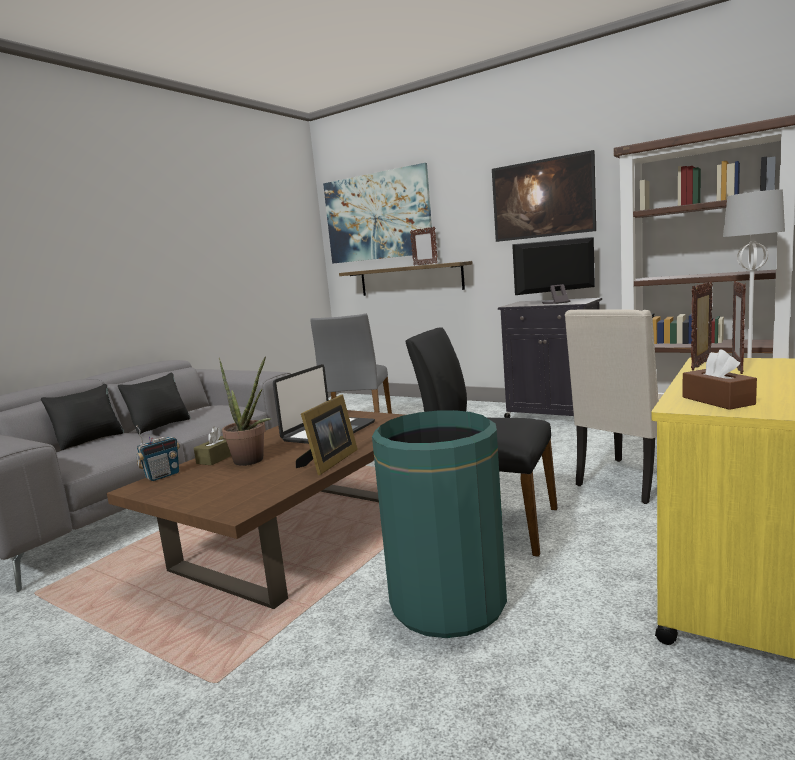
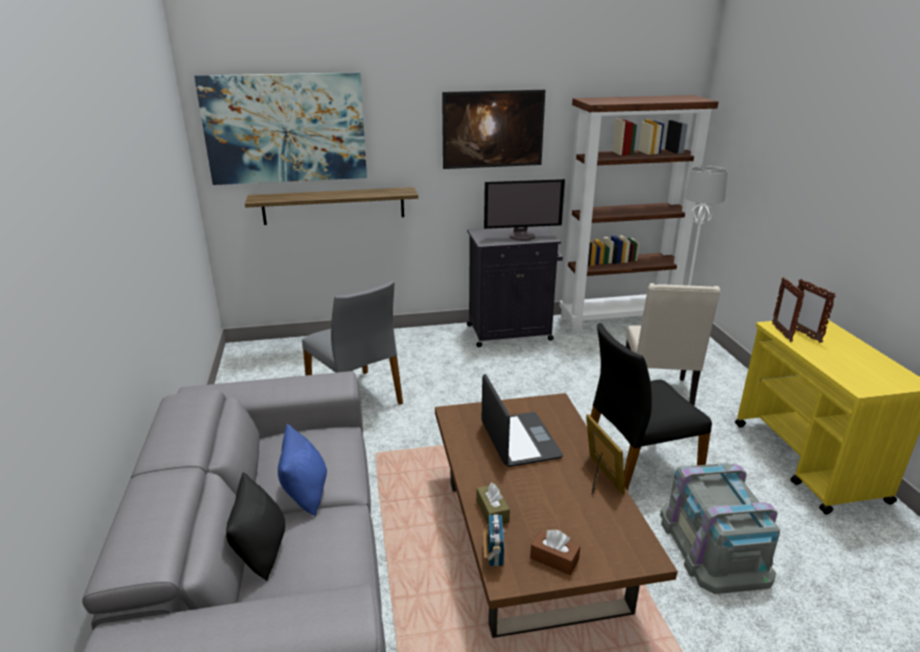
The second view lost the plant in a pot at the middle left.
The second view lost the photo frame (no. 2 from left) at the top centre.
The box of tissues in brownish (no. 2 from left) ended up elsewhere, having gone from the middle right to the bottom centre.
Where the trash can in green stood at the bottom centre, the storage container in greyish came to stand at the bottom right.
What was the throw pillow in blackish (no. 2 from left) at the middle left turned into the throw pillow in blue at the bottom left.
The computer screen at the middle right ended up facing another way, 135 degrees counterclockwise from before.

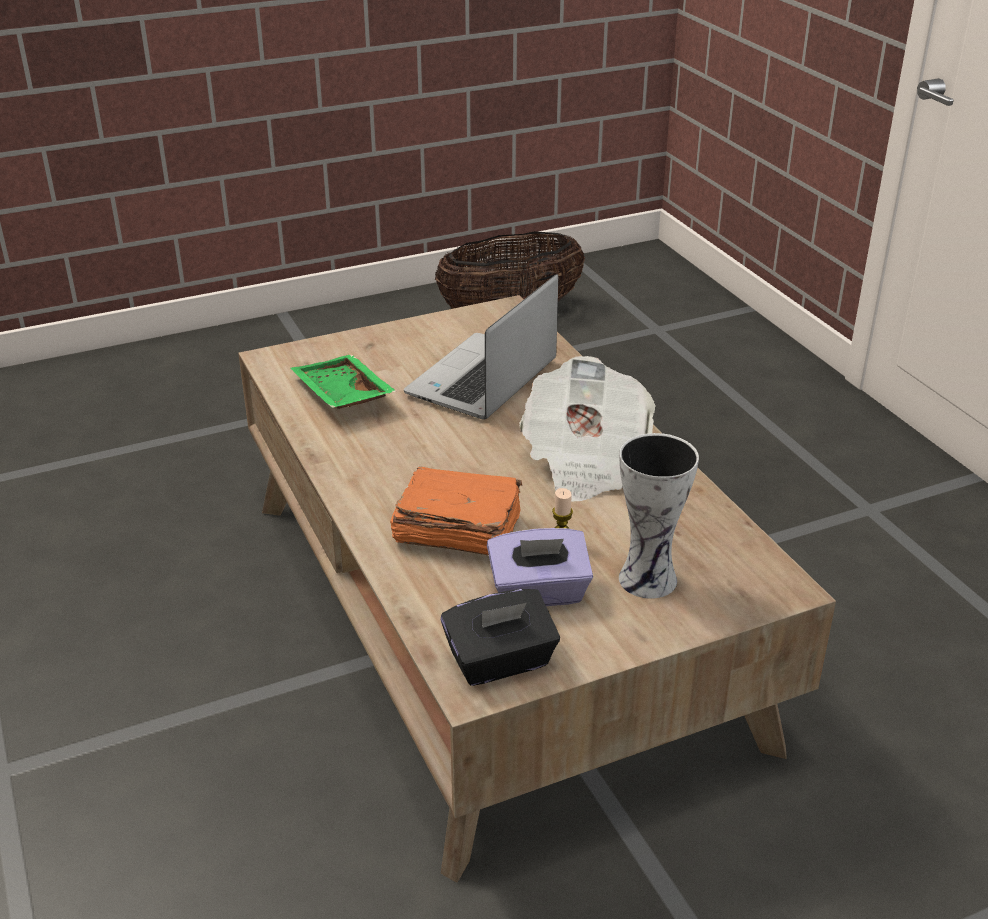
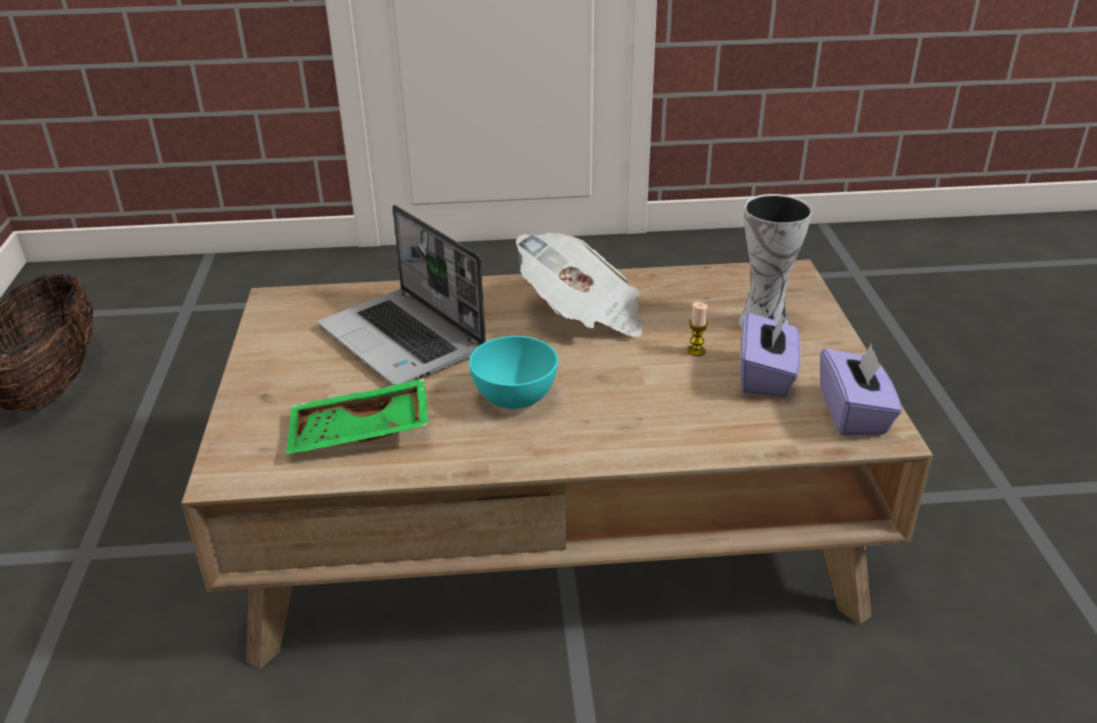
The second view lost the book in orange-coloured at the centre.
The second view gained the serving bowl in blue-green at the centre.
What was the box of tissues in blackish at the bottom centre turned into the box of tissues in purple (no. 2 from left) at the middle right.

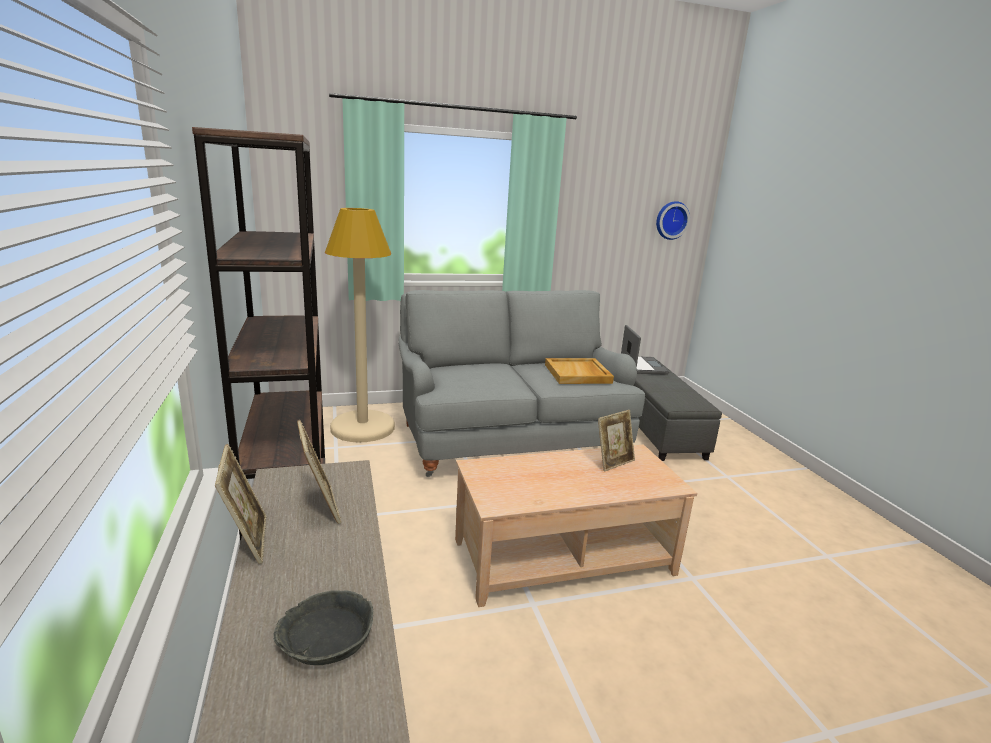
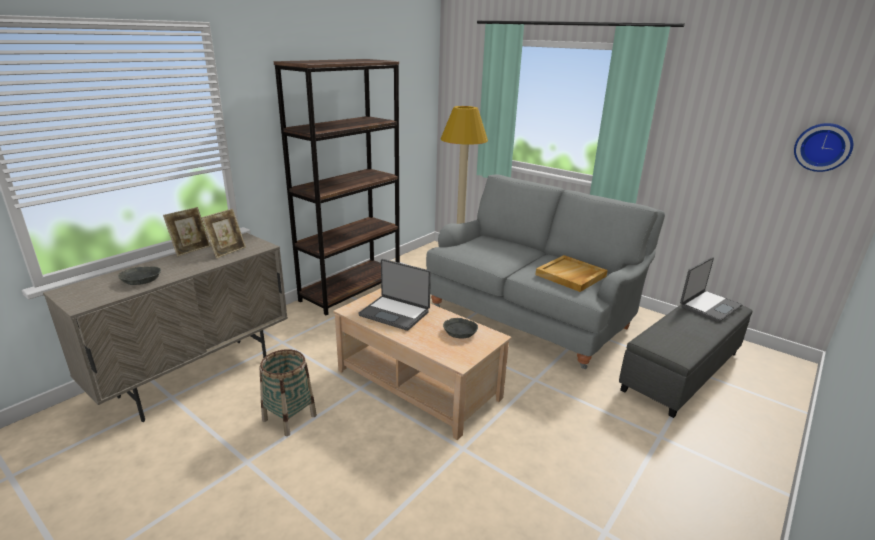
The second view gained the basket at the bottom left.
The second view gained the notebook computer (no. 1 from left) at the centre.
Where the photo frame (no. 3 from left) stood at the centre, the serving bowl in greyish (no. 2 from left) came to stand at the centre.

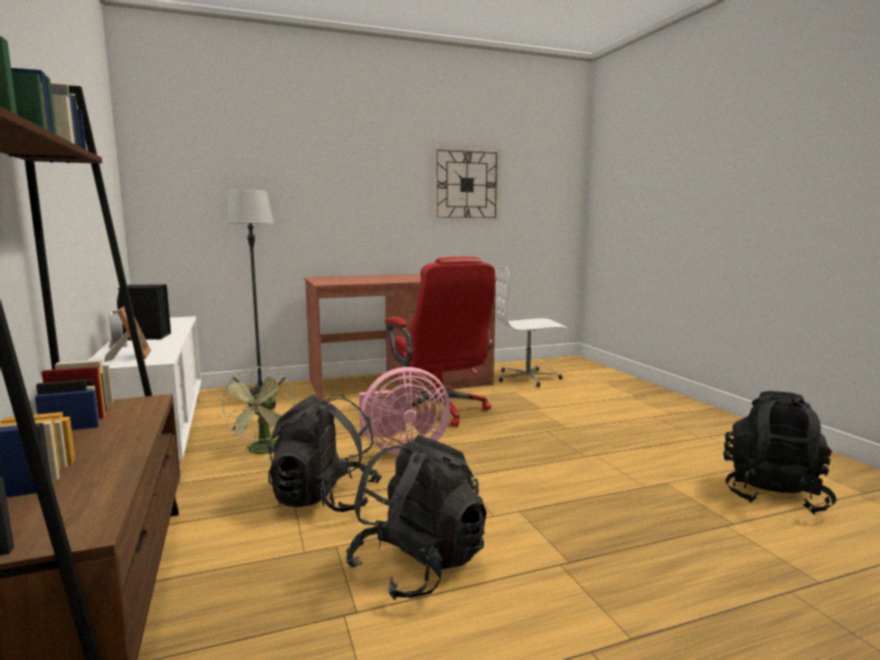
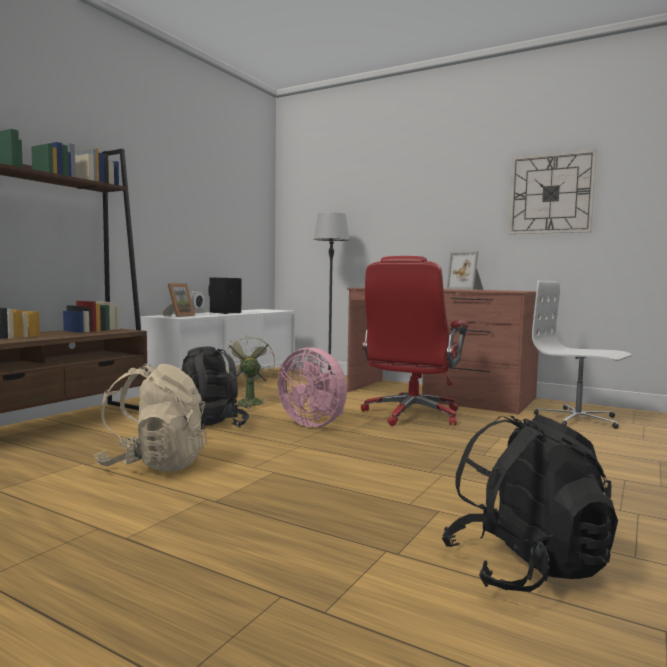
The second view gained the photo frame (no. 2 from left) at the middle right.
What was the knapsack in blackish (no. 2 from left) at the bottom centre turned into the knapsack in beige at the middle left.
The fan in green at the middle left ended up facing another way, 105 degrees clockwise from before.

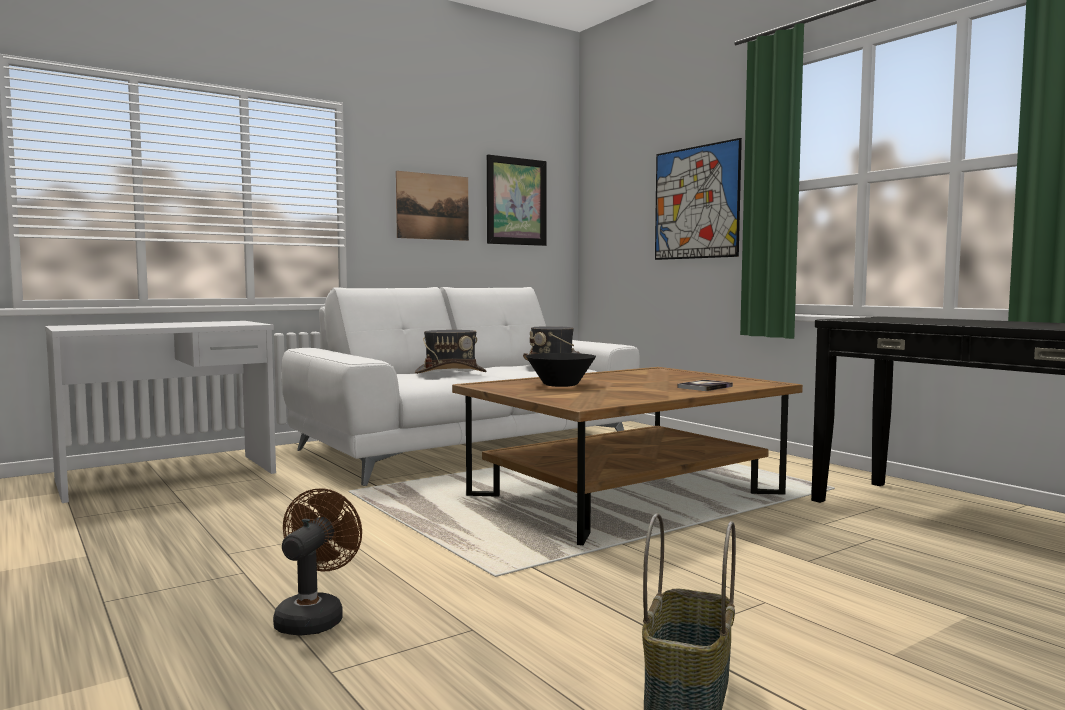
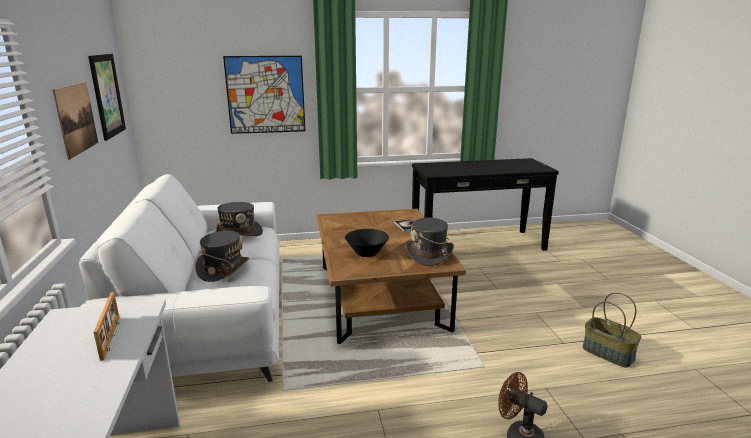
The second view gained the photo frame at the bottom left.
The second view gained the hat in greyish (no. 3 from left) at the centre.

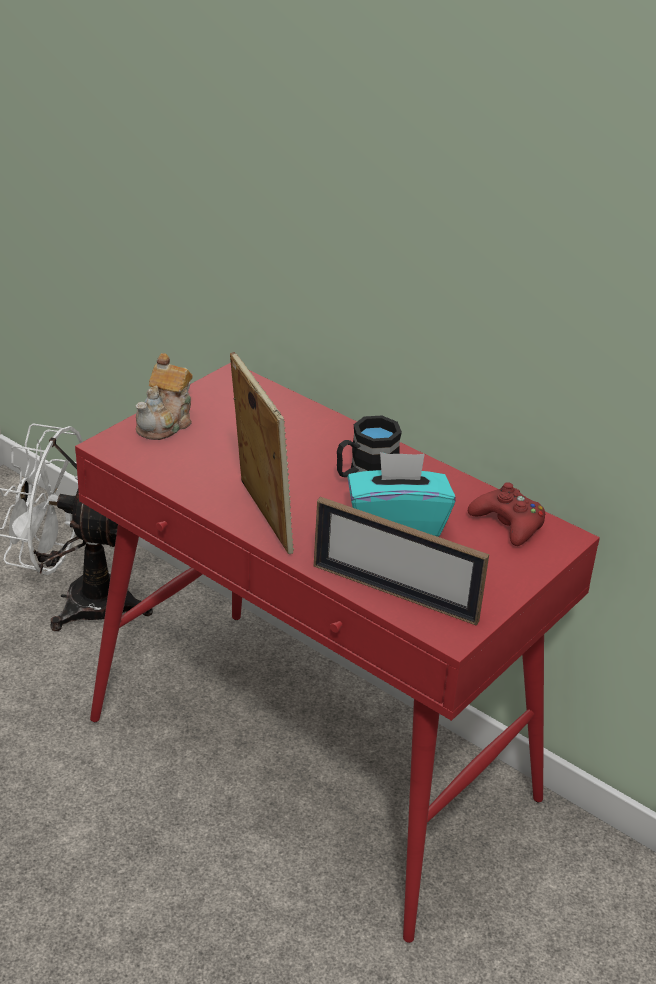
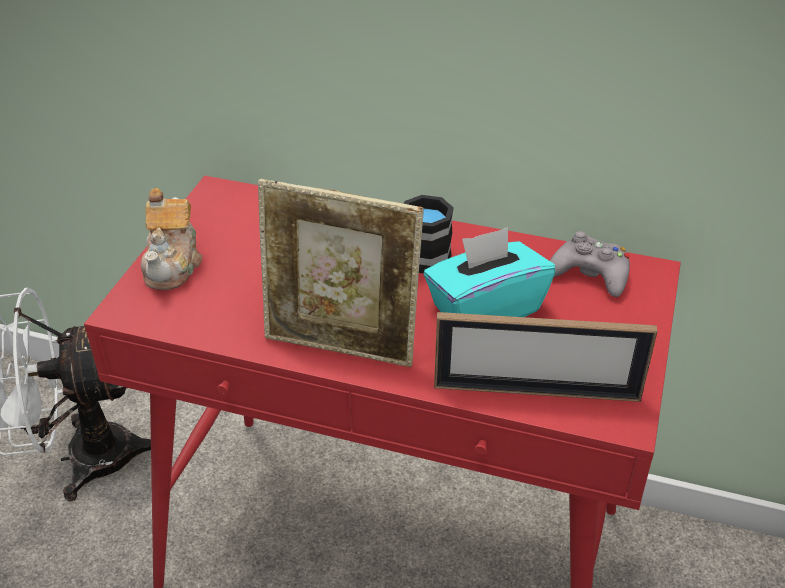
What was the joypad in reddish at the middle right turned into the joypad in greyish at the middle right.
The photo frame (no. 1 from left) at the centre ended up facing another way, 150 degrees clockwise from before.

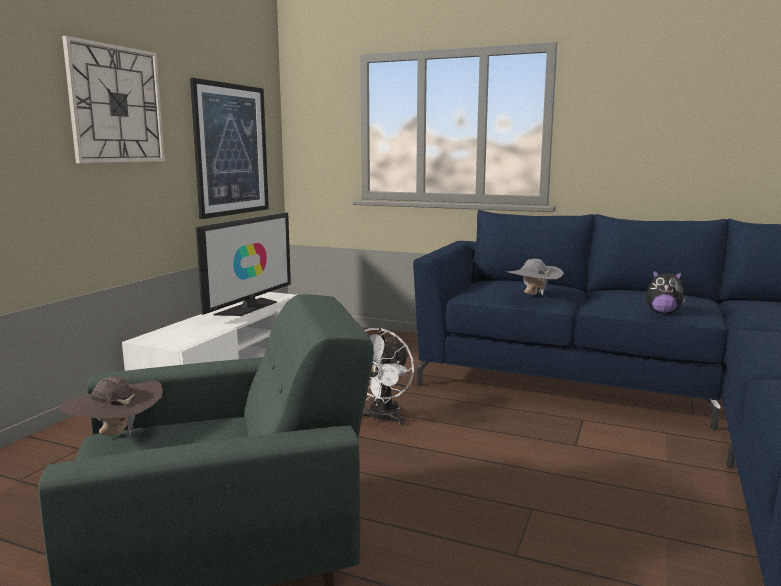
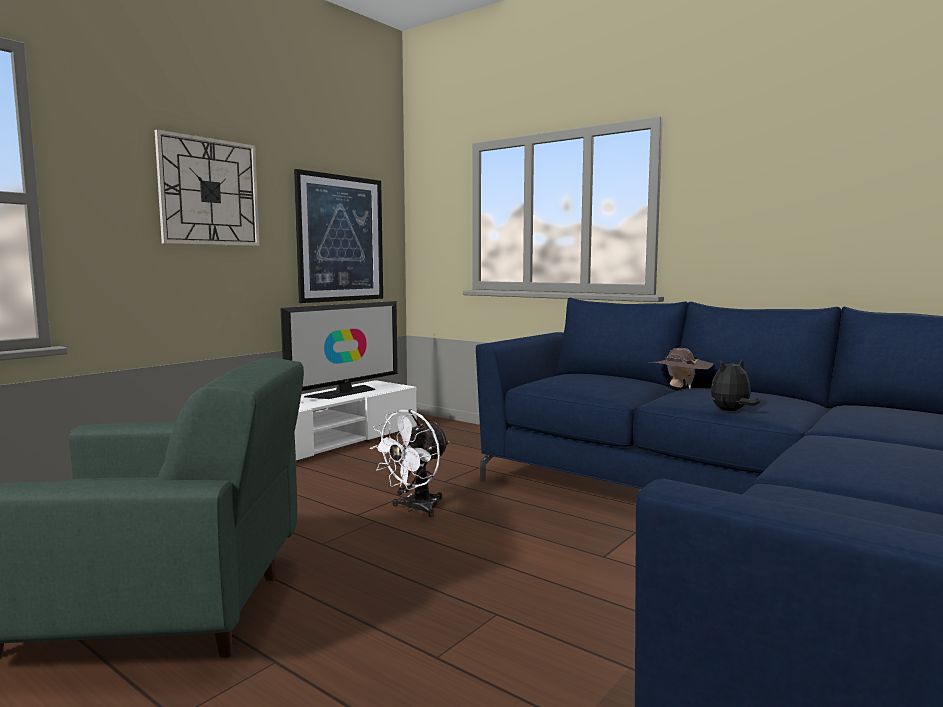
The second view lost the hat in greyish at the middle right.
The hat in brownish ended up elsewhere, having gone from the bottom left to the middle right.
The cuddly toy at the middle right ended up facing another way, 120 degrees clockwise from before.

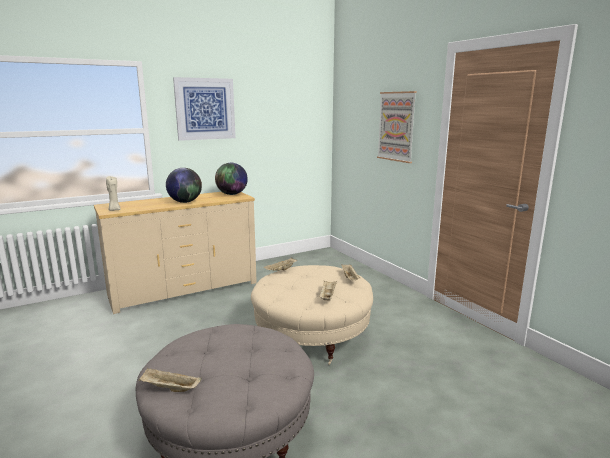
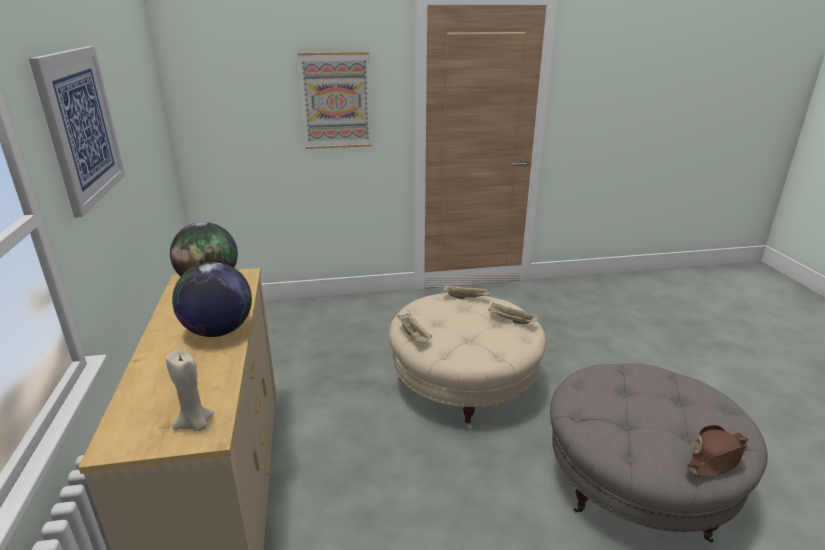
Where the tray in beige (no. 1 from left) stood at the bottom left, the hat in brownish came to stand at the bottom right.

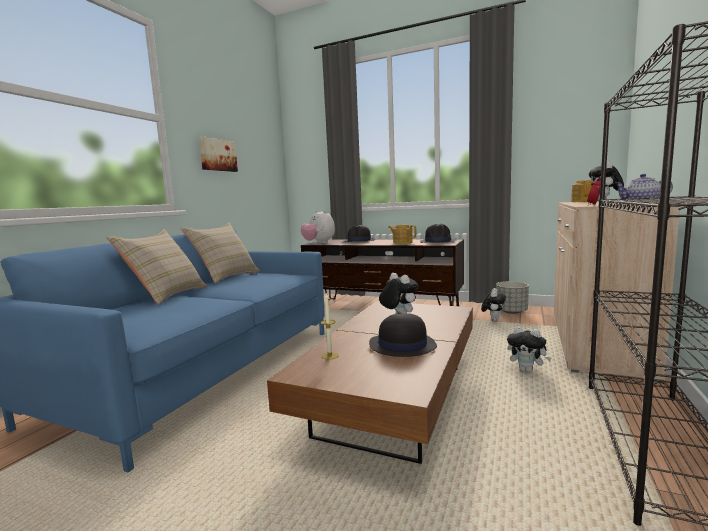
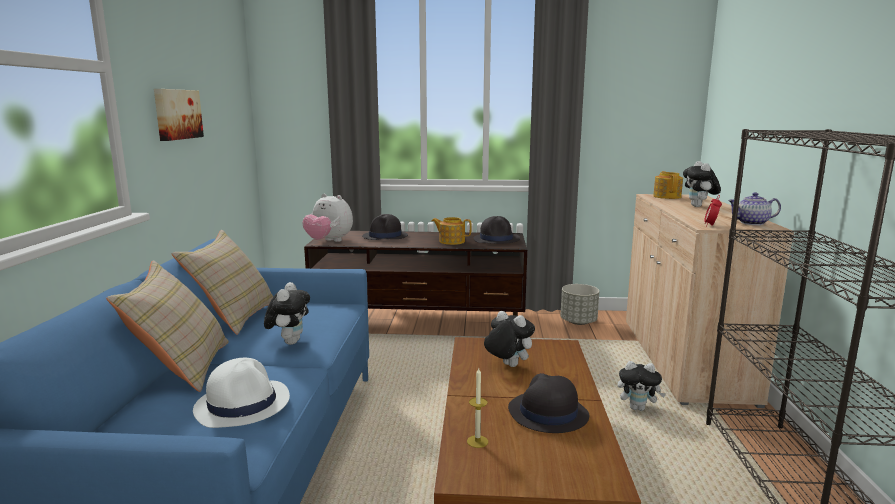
The second view gained the hat in white-coloured at the bottom left.
The cuddly toy (no. 3 from left in the first image) ended up elsewhere, having gone from the middle right to the middle left.

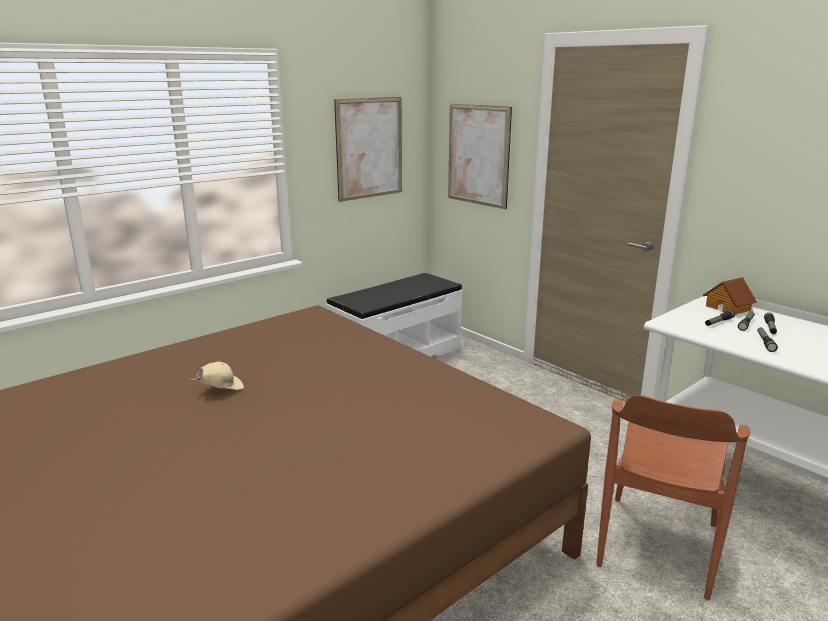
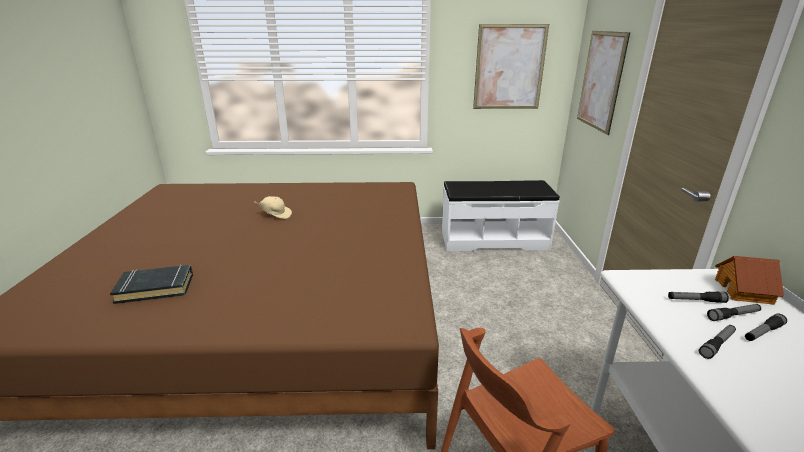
The second view gained the book in blackish at the middle left.

